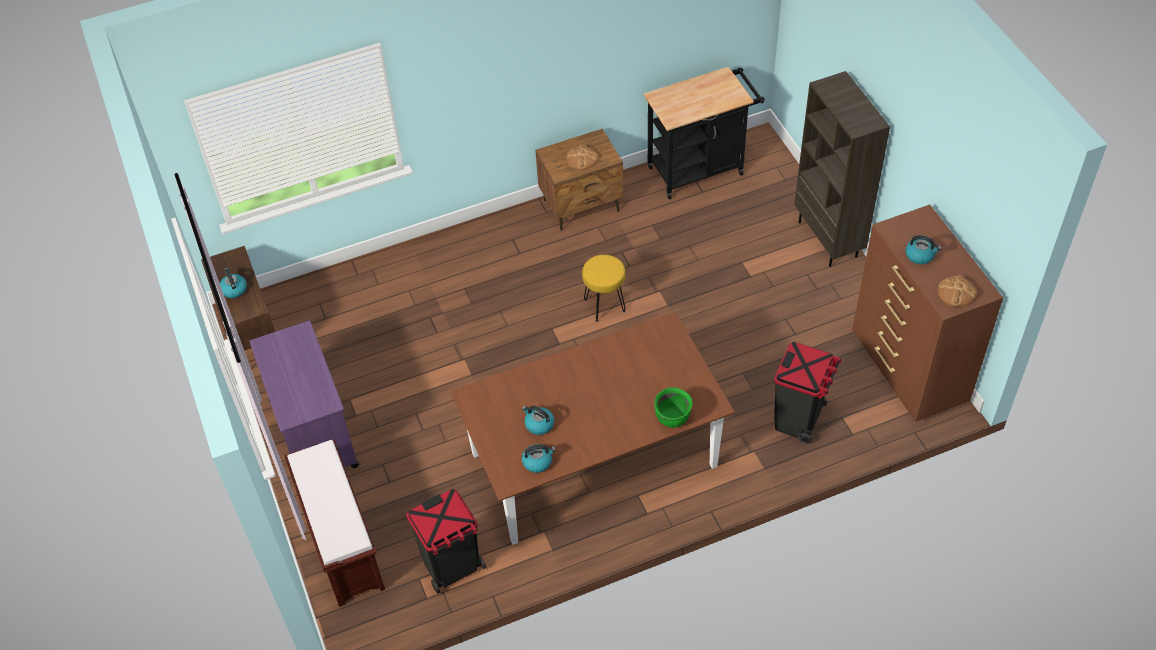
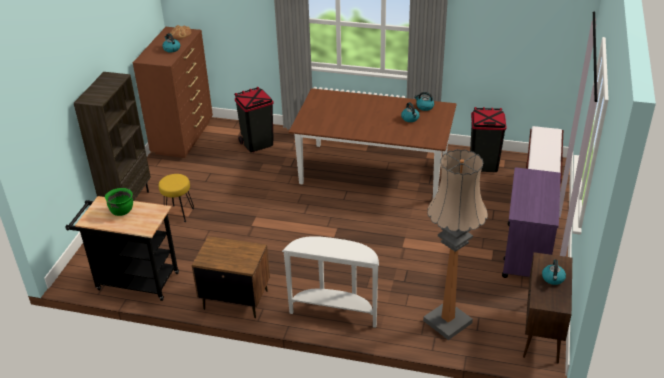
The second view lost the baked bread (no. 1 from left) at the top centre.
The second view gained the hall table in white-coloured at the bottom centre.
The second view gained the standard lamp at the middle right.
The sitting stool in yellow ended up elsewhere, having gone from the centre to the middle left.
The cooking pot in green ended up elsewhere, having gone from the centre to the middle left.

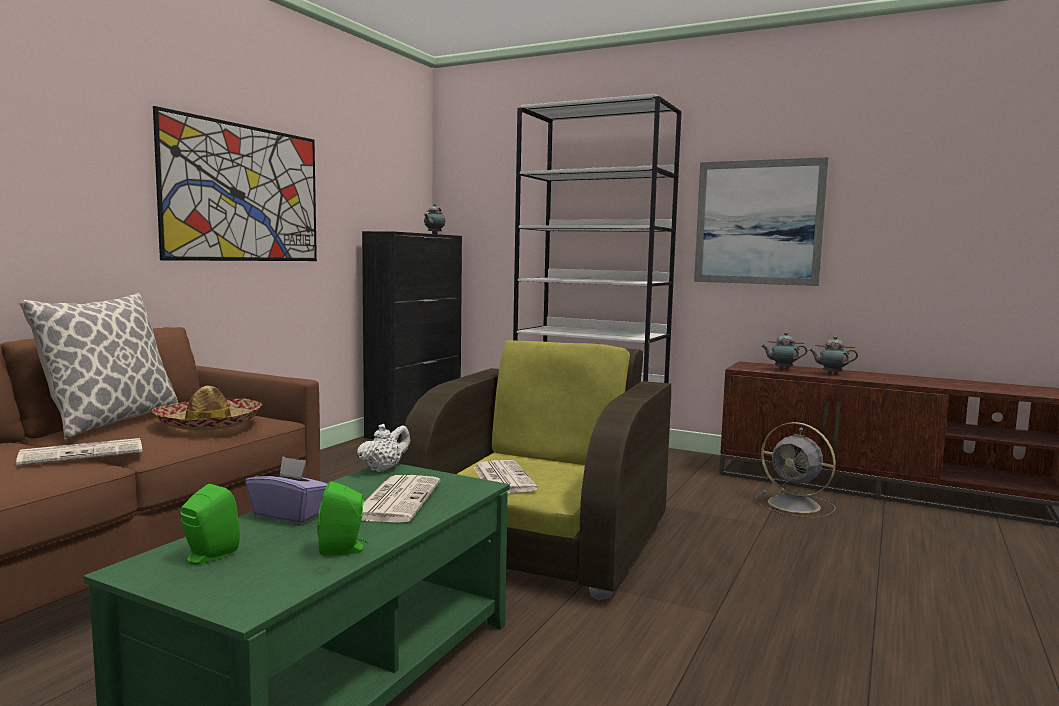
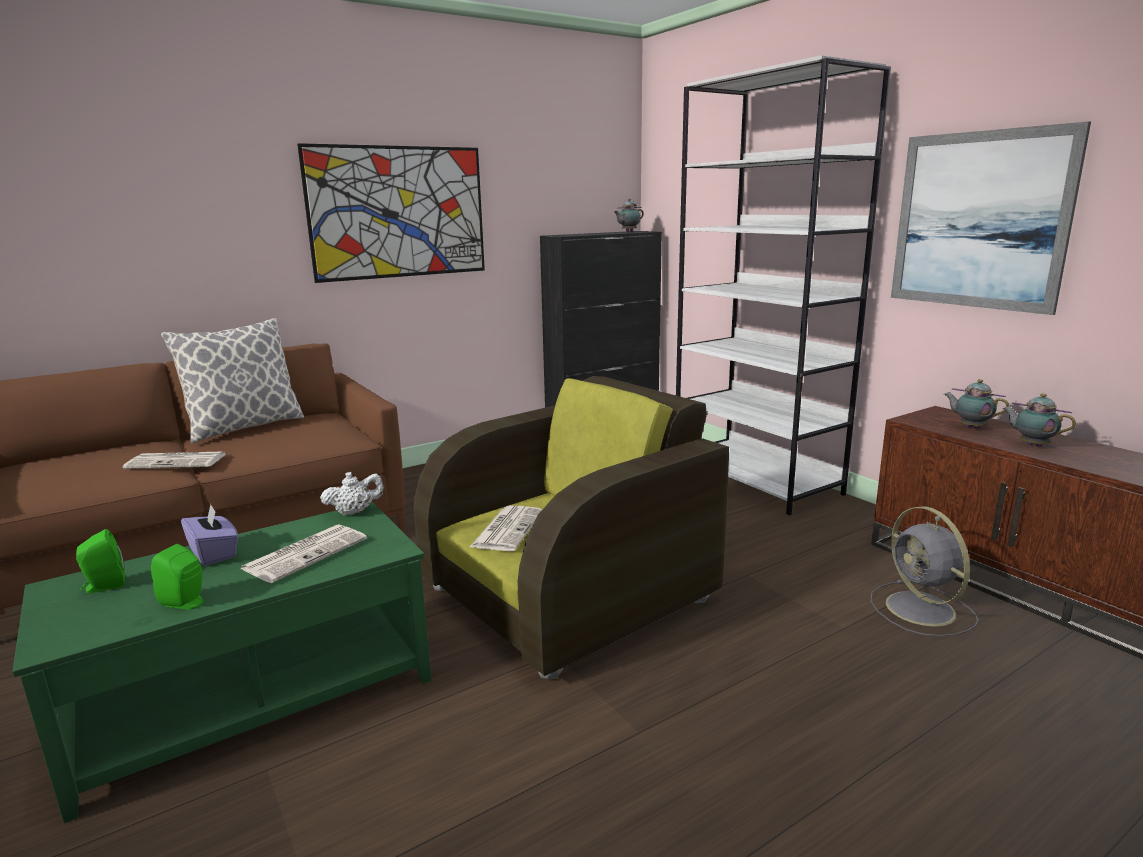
The second view lost the hat at the middle left.

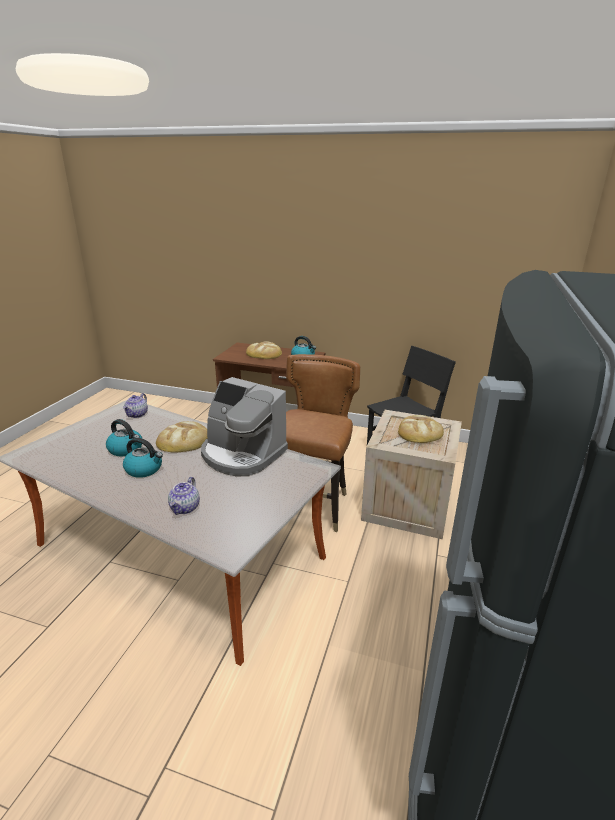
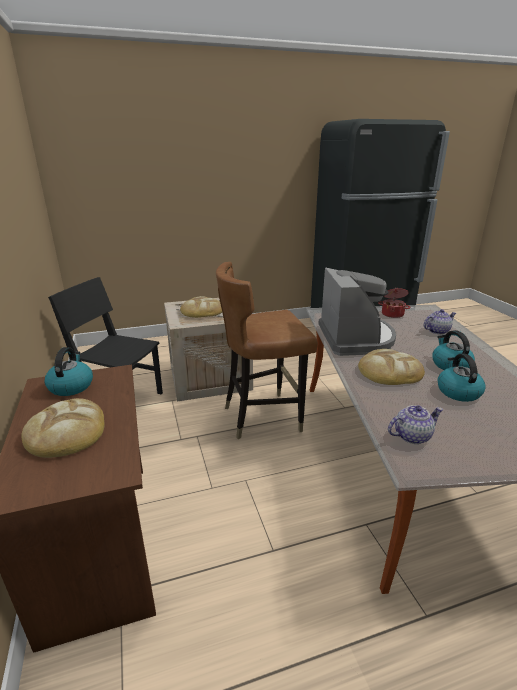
The second view gained the cooking pot at the middle right.

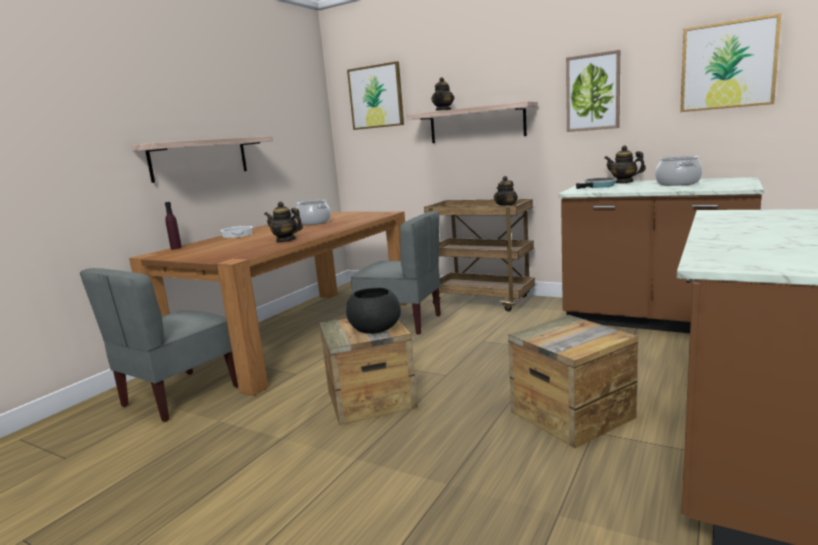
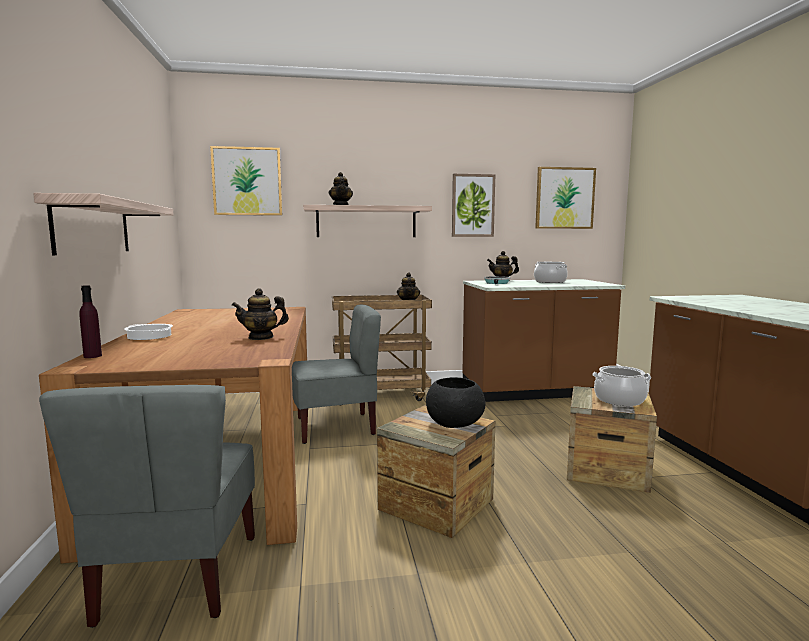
The cooking pot (no. 2 from left in the first image) ended up elsewhere, having gone from the centre to the middle right.

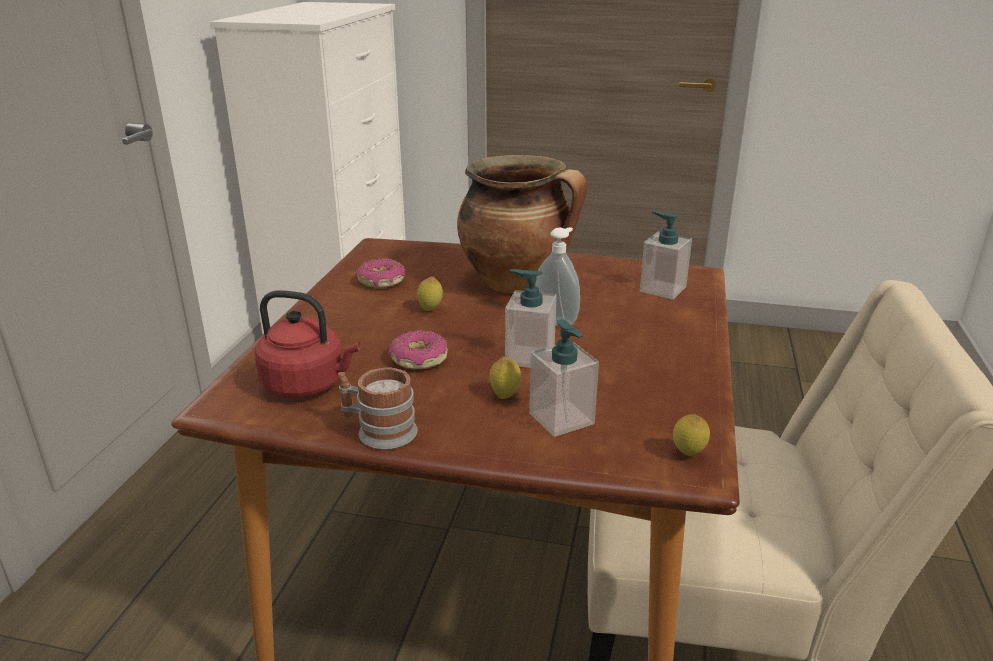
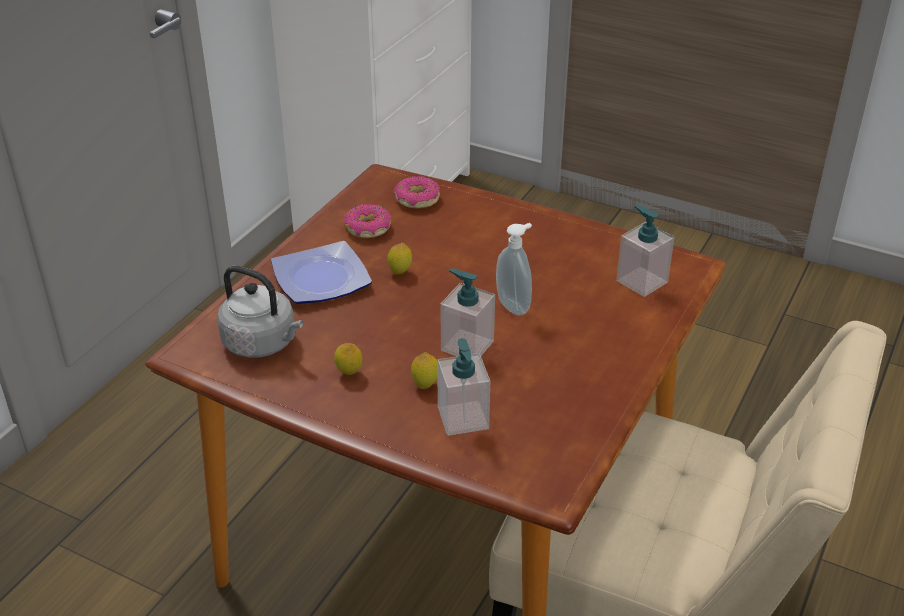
The second view lost the coffee mug at the centre.
The second view lost the cooking pot at the centre.
The second view gained the plate at the centre.
The donut (no. 2 from left) ended up elsewhere, having gone from the centre to the top centre.
The citrus fruit (no. 3 from left in the first image) ended up elsewhere, having gone from the middle right to the centre.
What was the tea kettle in reddish at the middle left turned into the tea kettle in greyish at the middle left.

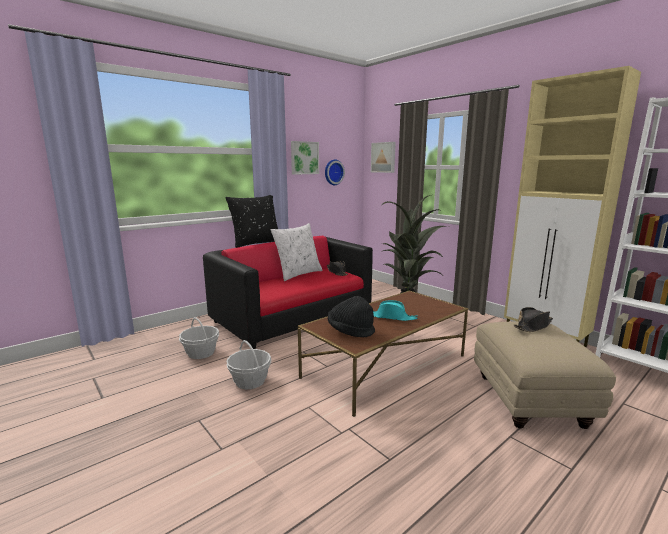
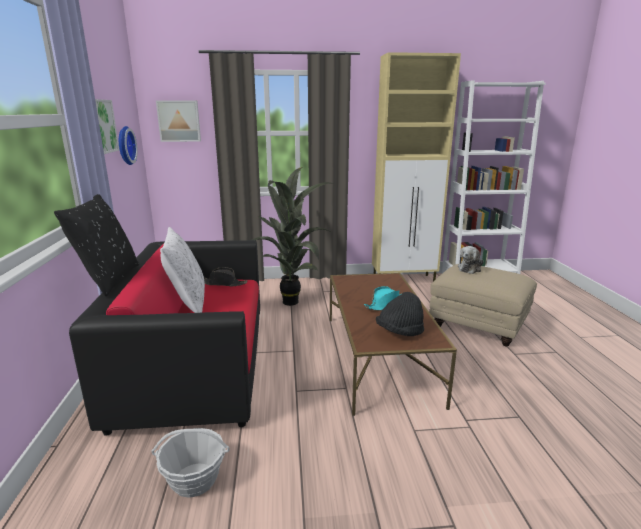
The second view lost the basket (no. 2 from left) at the bottom centre.
Where the hat in blackish (no. 3 from left) stood at the middle right, the cuddly toy came to stand at the middle right.

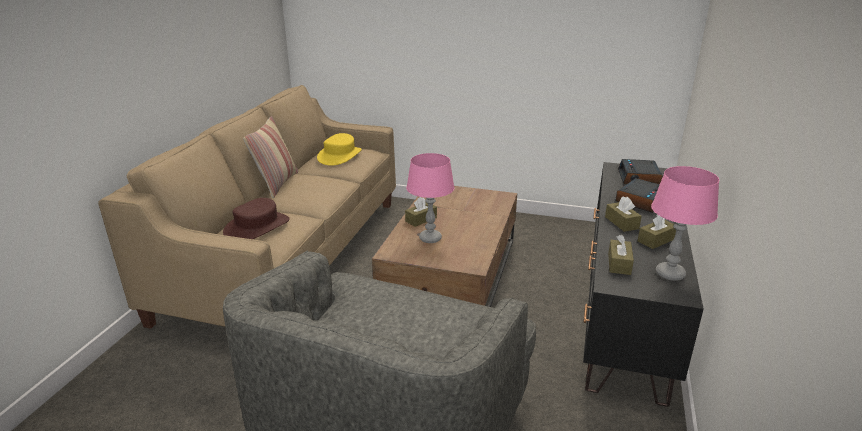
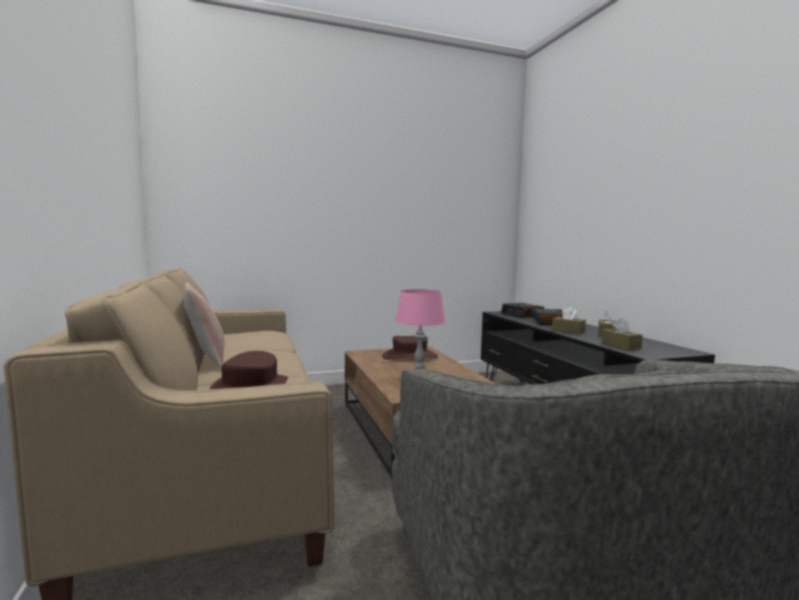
The second view lost the hat in yellow at the centre.
The second view lost the box of tissues in brownish (no. 1 from left) at the centre.
The second view lost the tabletop lamp in pink-coloured (no. 2 from left) at the middle right.
The second view gained the hat in brownish (no. 2 from left) at the centre.

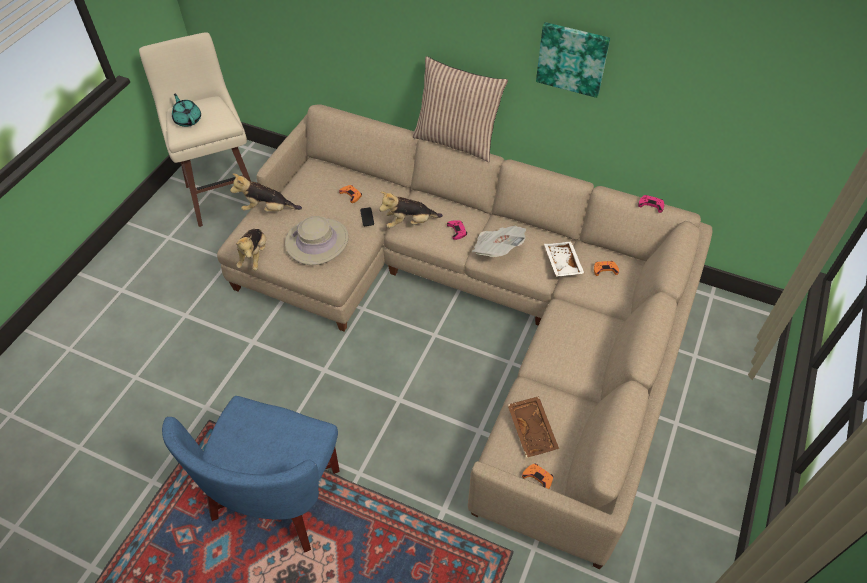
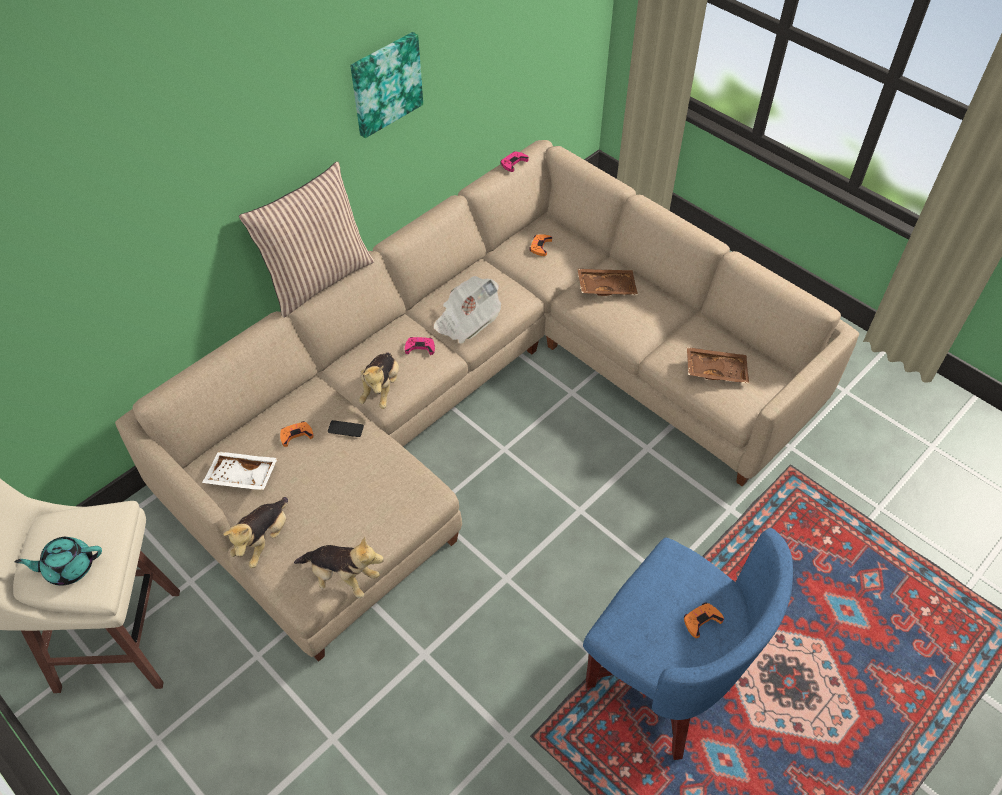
The second view lost the hat in beige at the centre.
The second view gained the tray in brownish (no. 1 from left) at the centre.
The joypad in orange-coloured (no. 2 from left in the first image) ended up elsewhere, having gone from the bottom centre to the bottom right.
The tray in white-coloured ended up elsewhere, having gone from the centre to the middle left.

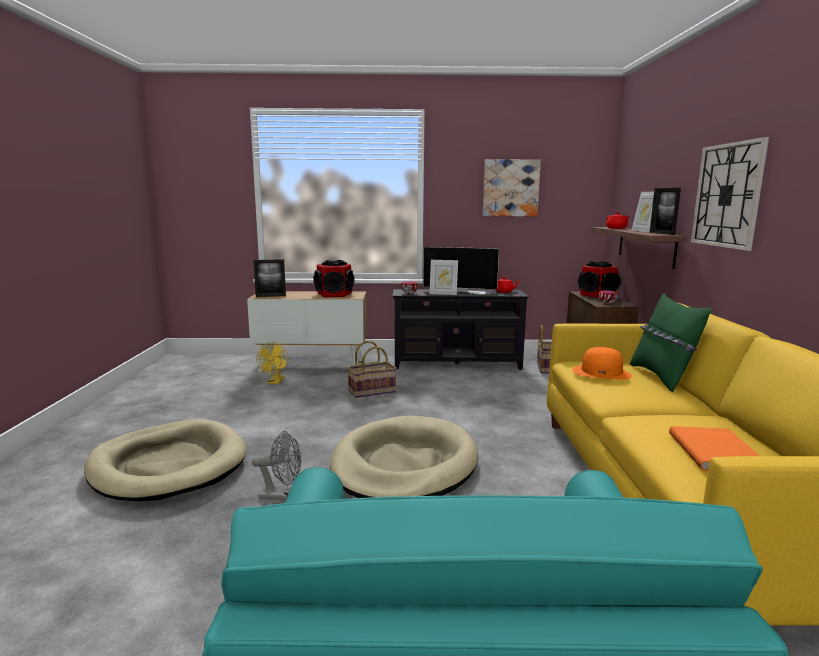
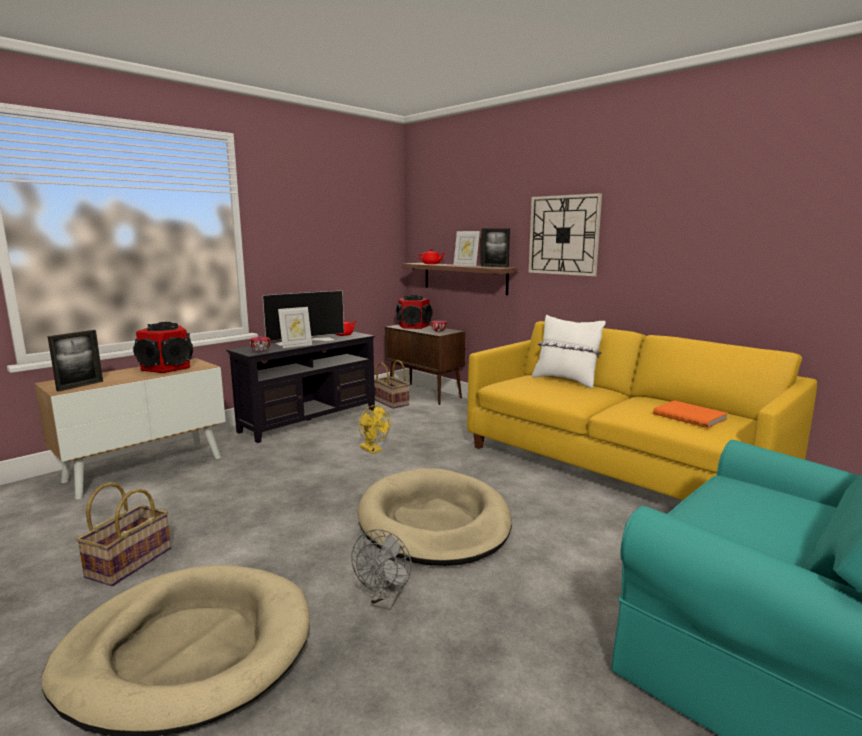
The second view lost the wall art at the top centre.
The second view lost the hat in orange-coloured at the middle right.
The fan in yellow ended up elsewhere, having gone from the middle left to the centre.
The basket (no. 1 from left) ended up elsewhere, having gone from the centre to the bottom left.
What was the throw pillow in green at the middle right turned into the throw pillow in white-coloured at the centre.
The fan in greyish at the bottom centre ended up facing another way, 150 degrees clockwise from before.

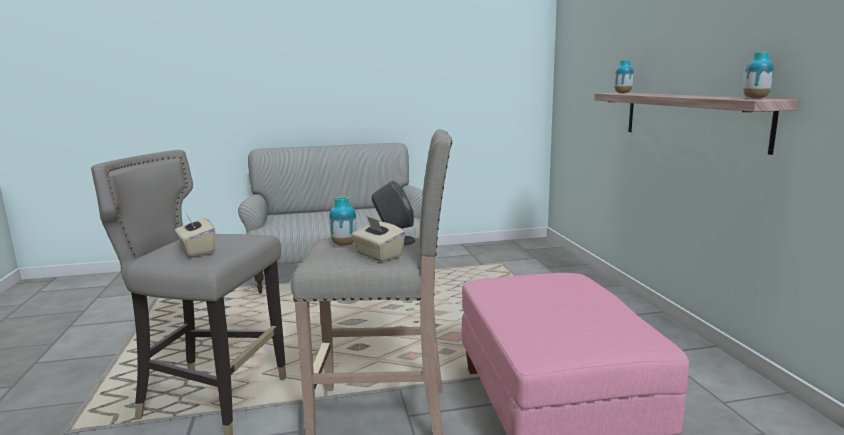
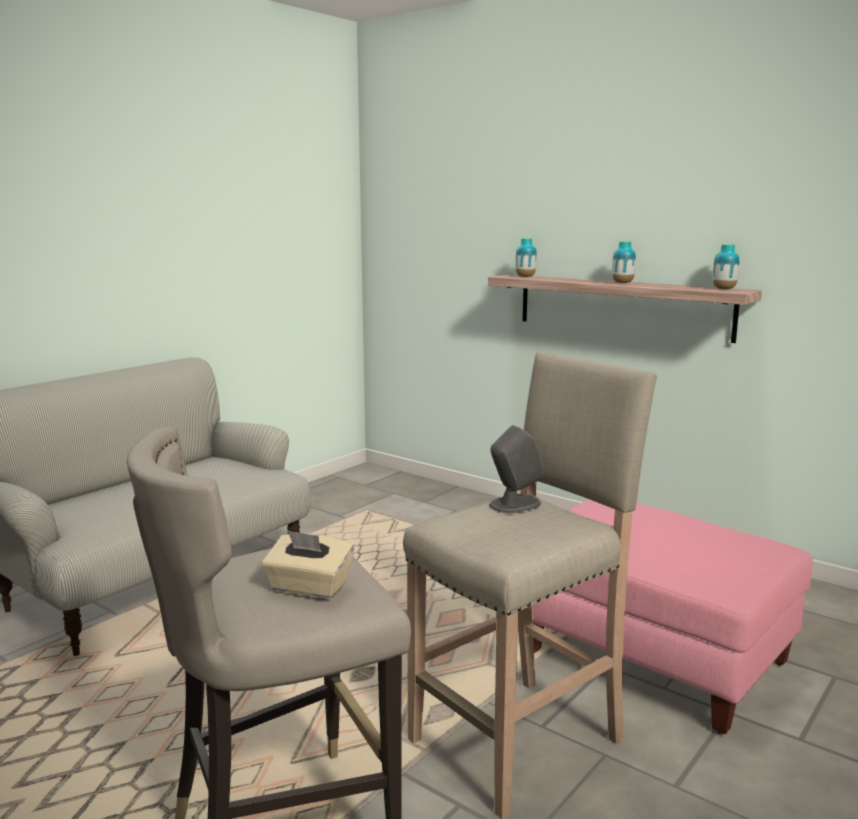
The second view lost the box of tissues in beige (no. 2 from left) at the centre.
The decorative vase (no. 1 from left in the first image) ended up elsewhere, having gone from the centre to the top right.

